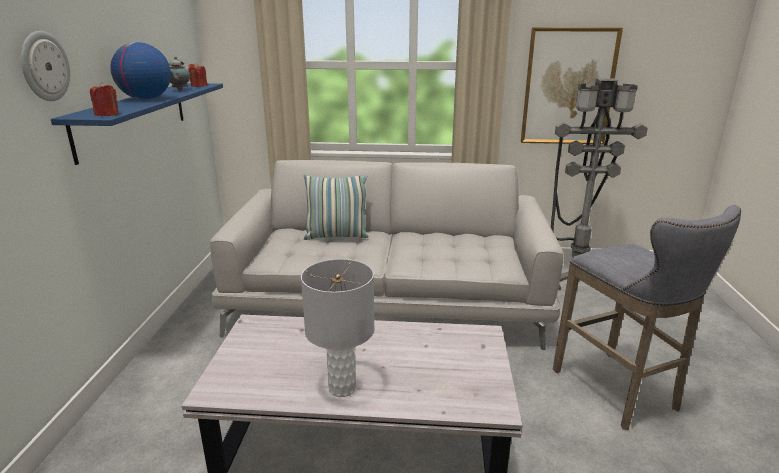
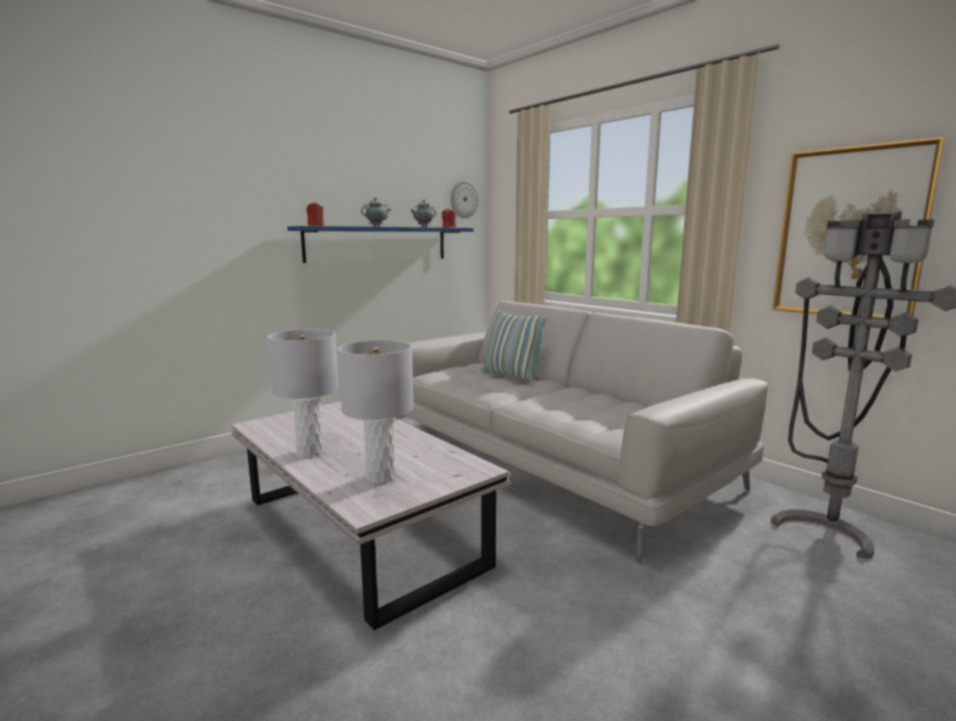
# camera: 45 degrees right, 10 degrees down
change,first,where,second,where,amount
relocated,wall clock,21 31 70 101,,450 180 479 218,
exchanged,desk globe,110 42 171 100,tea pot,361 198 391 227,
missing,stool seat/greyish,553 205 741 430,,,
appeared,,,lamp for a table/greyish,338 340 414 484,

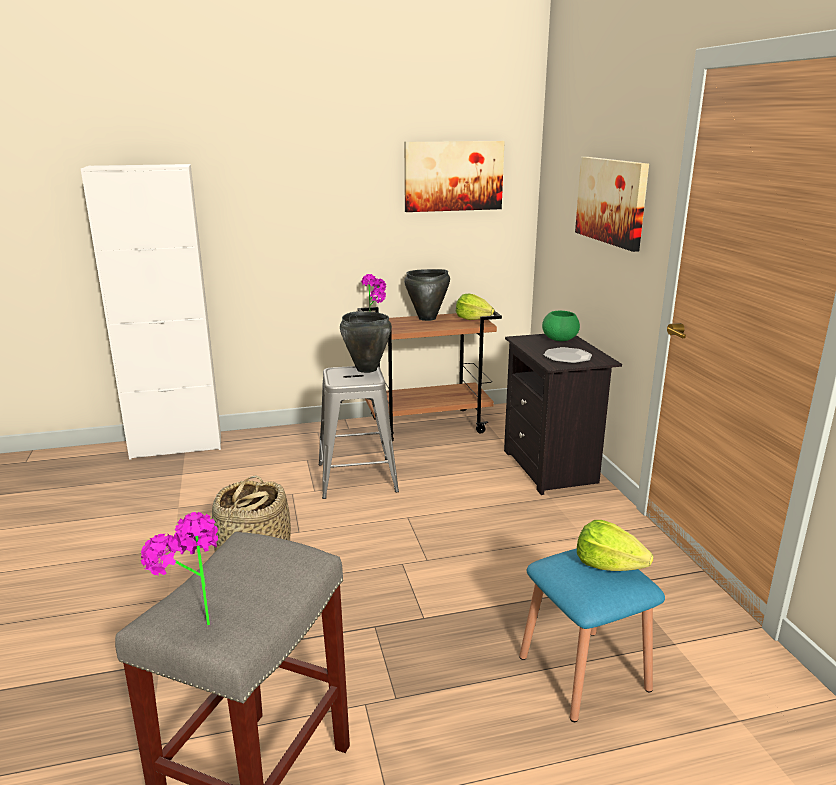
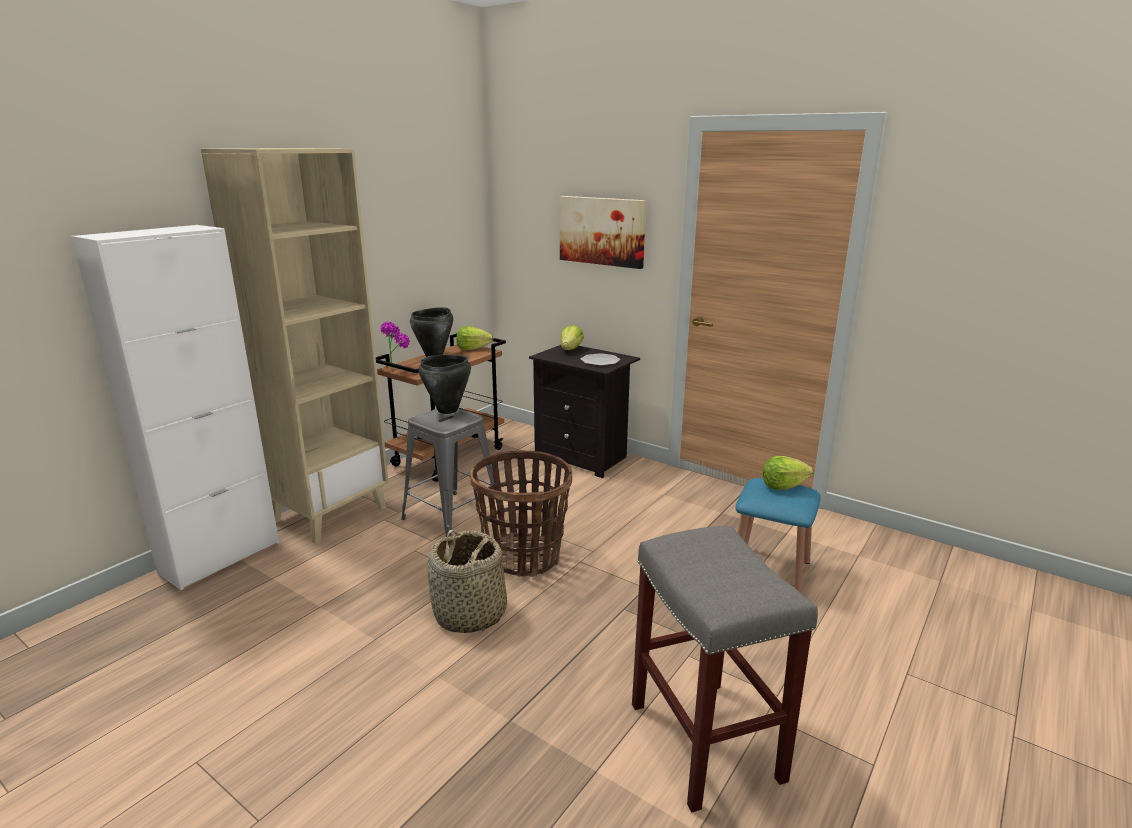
# camera: 40 degrees left, 0 degrees up
change,first,where,second,where,amount
missing,wall picture,404 141 505 212,,,
exchanged,deep dish/greenish,542 311 580 341,head of lettuce,561 325 584 350,
missing,plant in a pot,141 512 218 625,,,
appeared,,,bookshelf/beige-coloured,201 148 389 544,
appeared,,,storage basket,470 450 572 577,

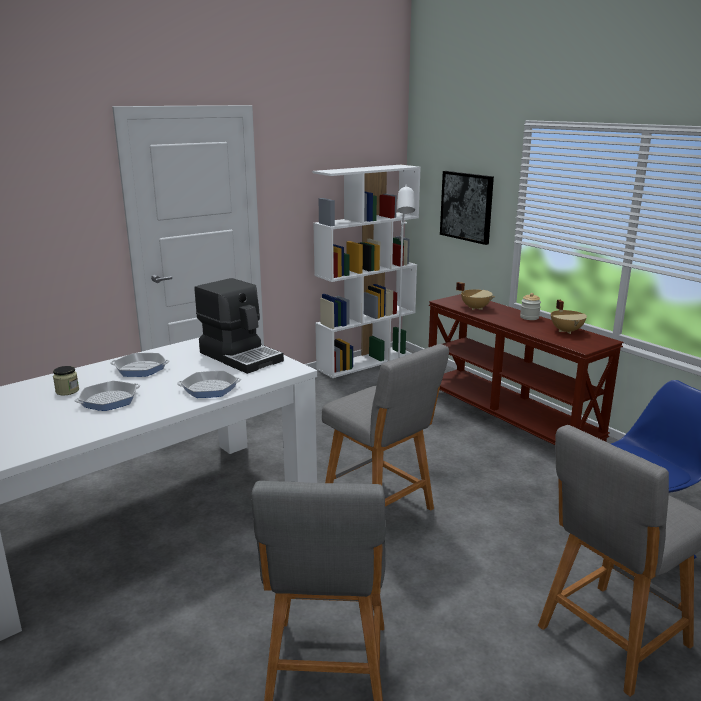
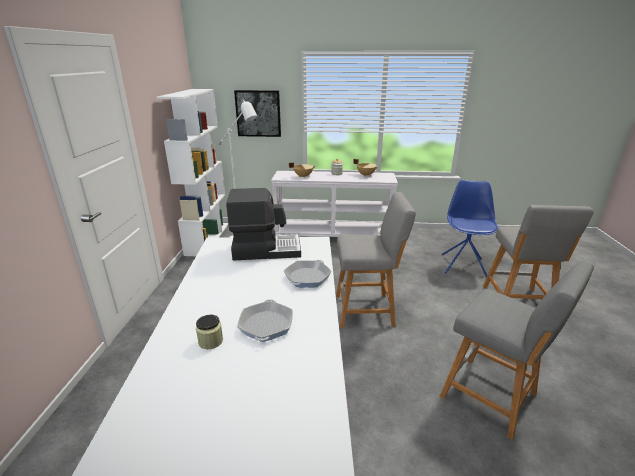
# camera: 50 degrees left, 5 degrees up
change,first,where,second,where,amount
colour,narrow table/brown-coloured,429 294 624 445,narrow table/white,271 171 398 237,
missing,pan,110 353 170 377,,,

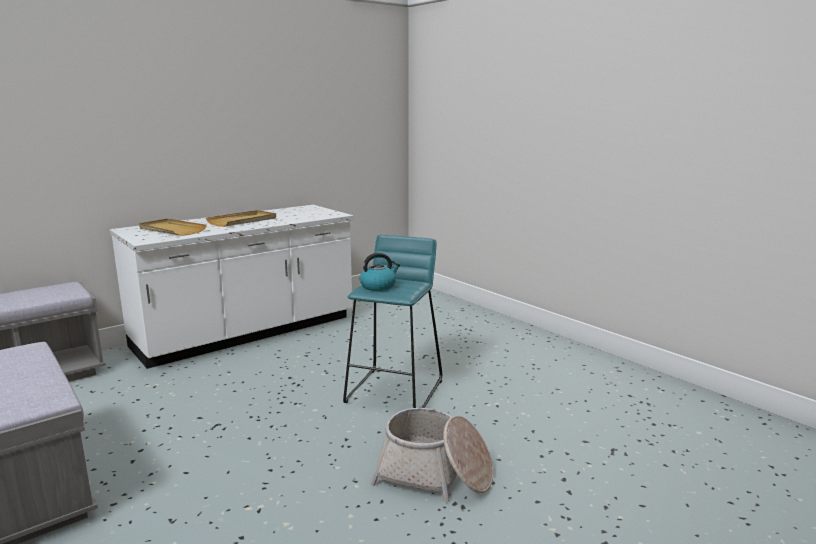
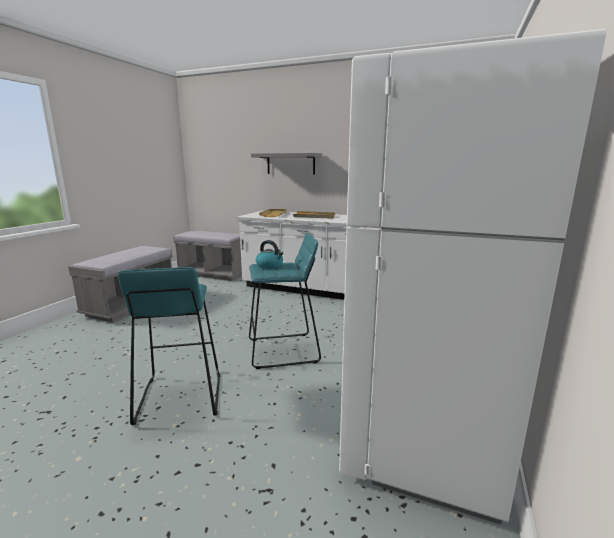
# camera: 60 degrees right, 0 degrees up
change,first,where,second,where,amount
exchanged,storage basket,370 408 494 502,stool seat/blue-green,118 267 220 425,
appeared,,,fridge/white,339 29 606 524,
appeared,,,bracket shelf/greyish,251 153 322 175,

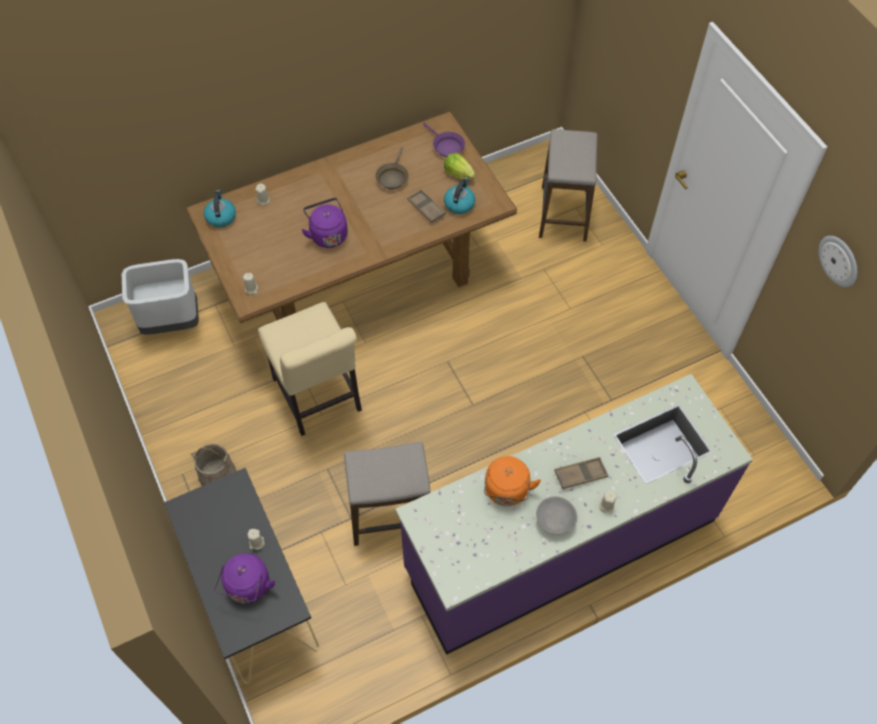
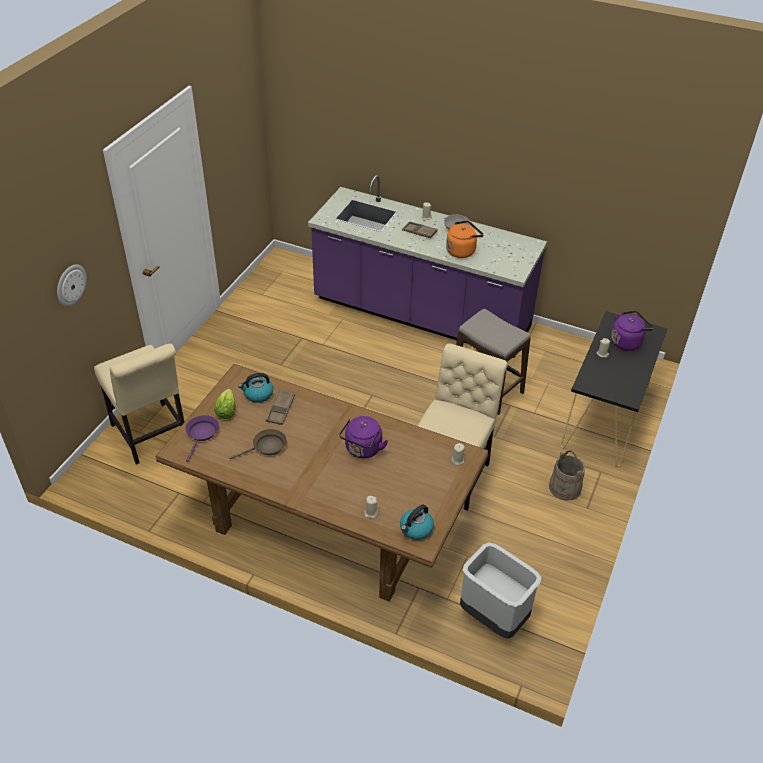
# camera: 130 degrees left, 15 degrees down
change,first,where,second,where,amount
exchanged,stool seat,539 129 597 242,plain chair/beige-coloured,94 344 185 464,
relocated,wall clock,819 236 857 287,,57 264 87 306,

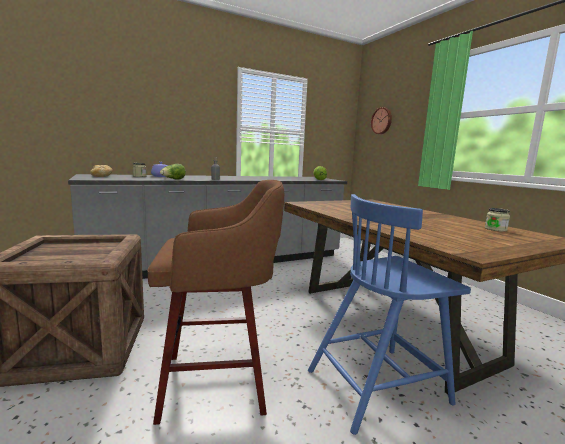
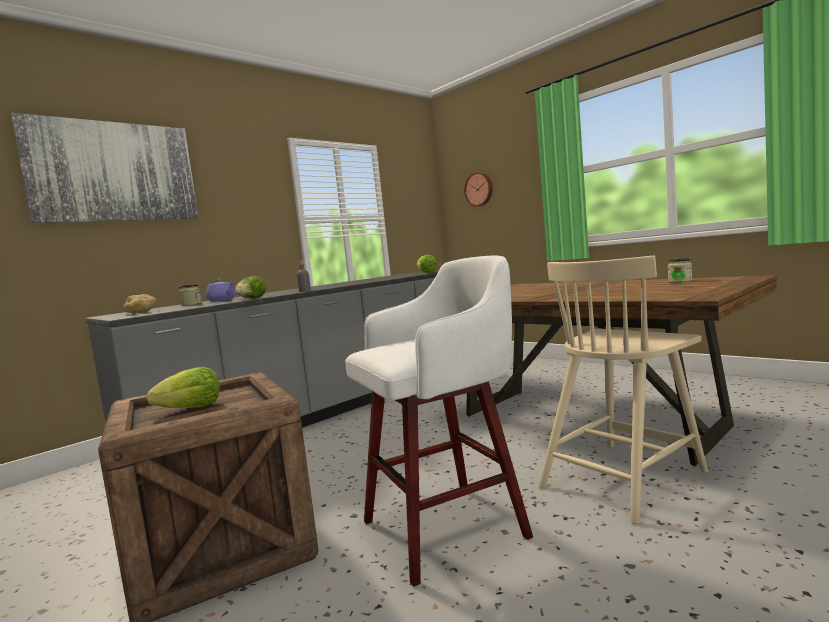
# camera: 15 degrees left, 5 degrees down
change,first,where,second,where,amount
colour,stool seat/brown-coloured,147 180 284 425,stool seat/white,345 256 533 587,
colour,plain chair/bluish,308 194 471 435,plain chair/beige-coloured,539 256 708 524,
appeared,,,wall picture,11 113 198 223,
appeared,,,head of lettuce,146 367 220 408,

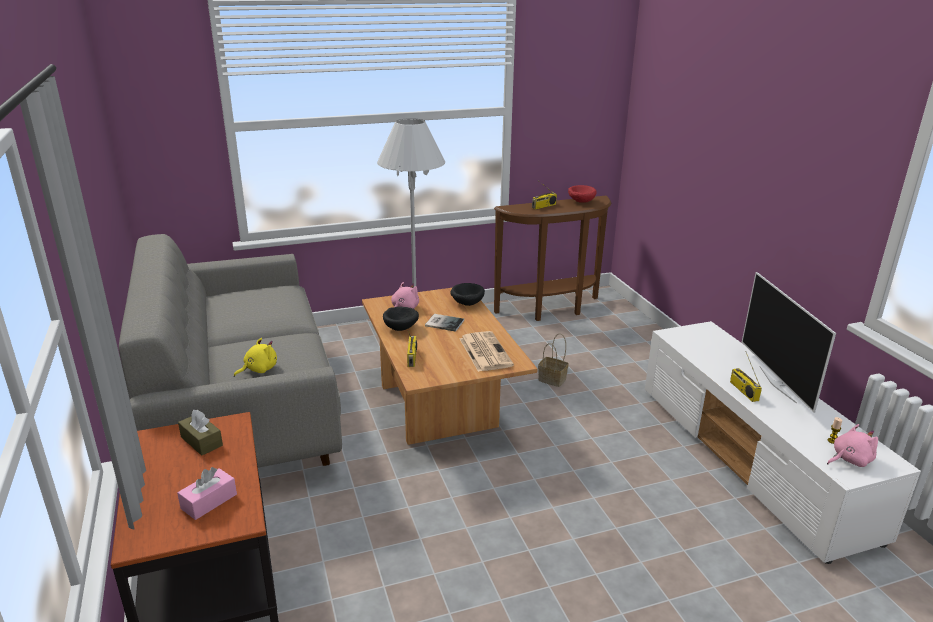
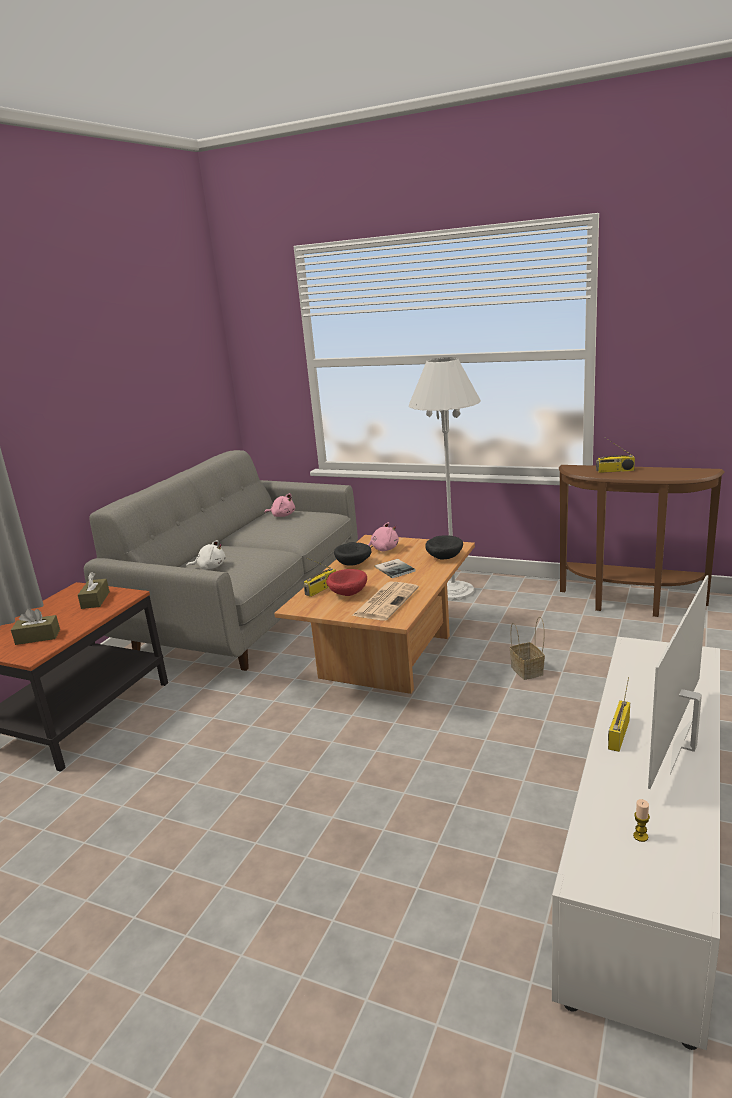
# camera: 45 degrees right, 5 degrees down
change,first,where,second,where,amount
relocated,deep dish/reddish,568 185 597 203,,326 569 367 596,
colour,cuddly toy/yellow-coloured,234 338 277 377,cuddly toy/white,186 540 226 569,
relocated,cuddly toy/pinkish,827 424 878 467,,264 493 295 517,
colour,box of tissues/pinkish,177 467 237 520,box of tissues/brown-coloured,11 608 60 645,

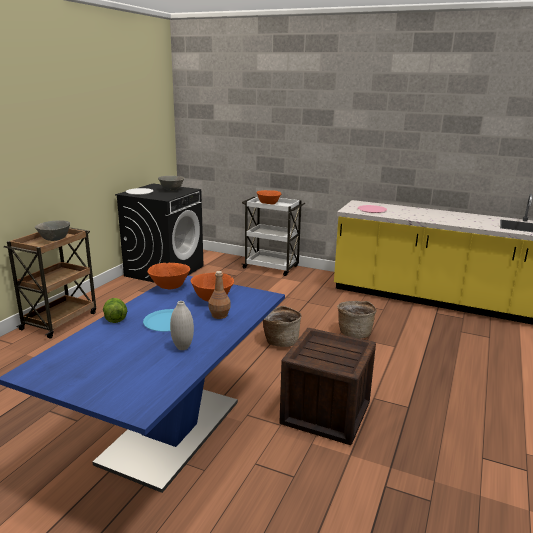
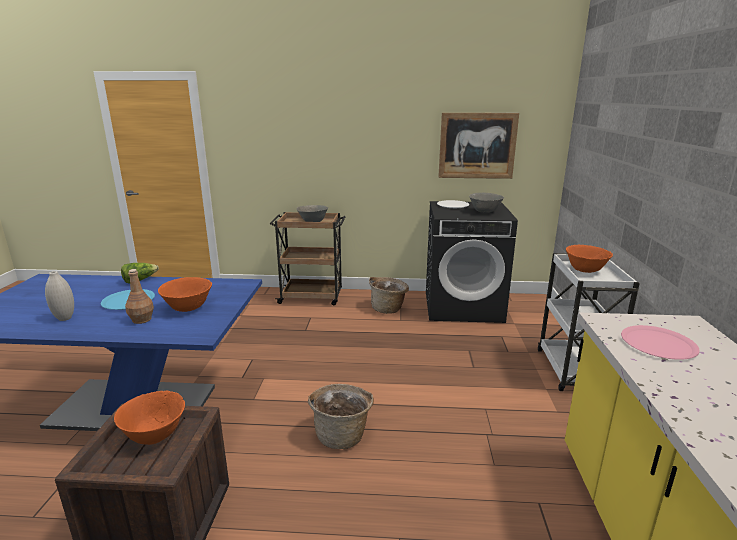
# camera: 70 degrees right, 0 degrees up
change,first,where,second,where,amount
relocated,deep dish/orange-coloured,147 263 190 289,,114 391 185 445,
relocated,storage basket,337 301 376 339,,369 277 409 314,
appeared,,,wall picture,438 113 519 179,

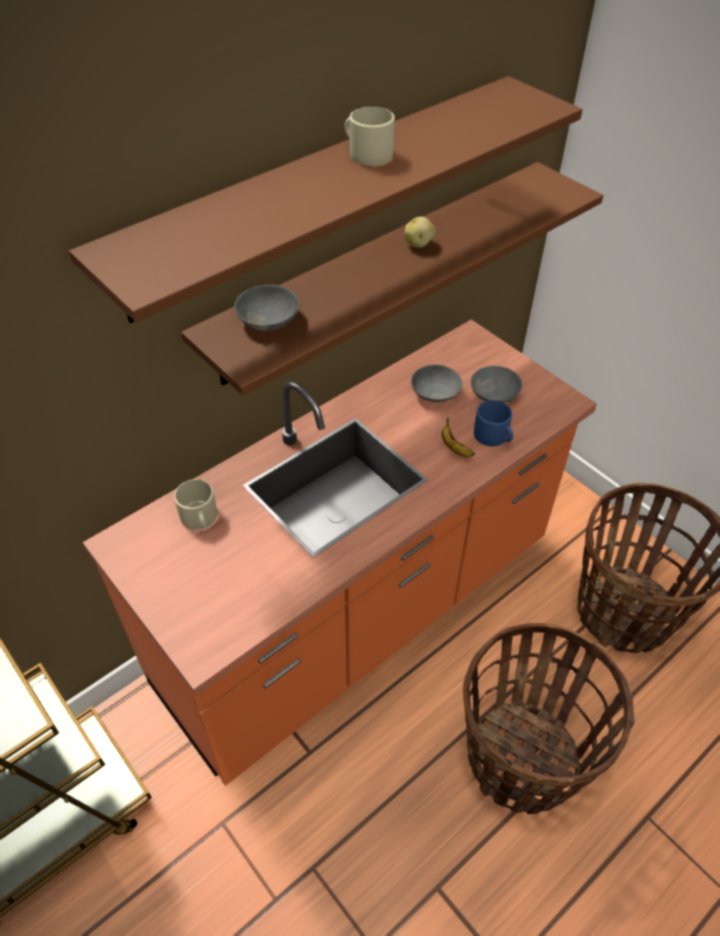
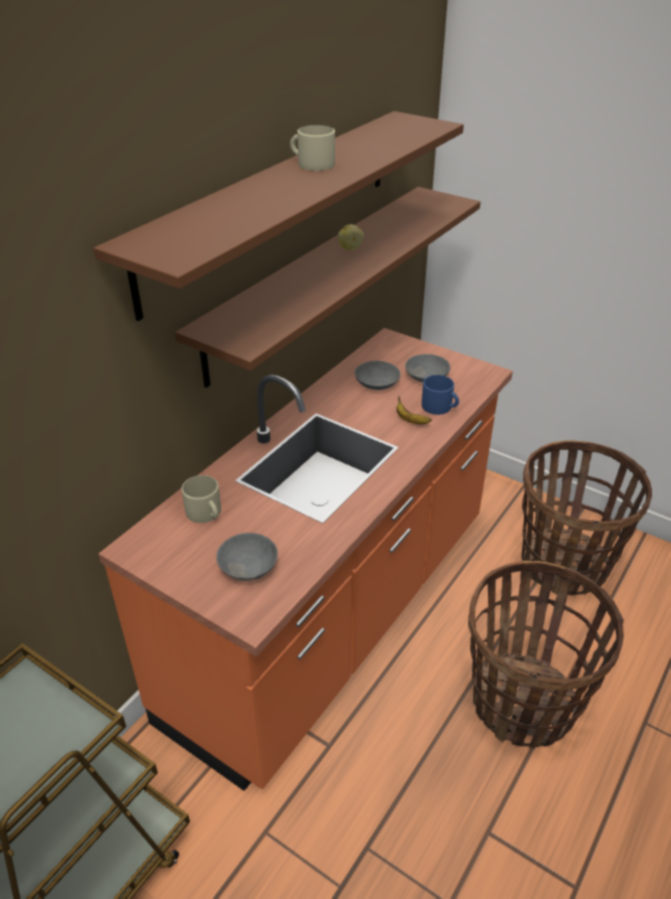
# camera: 15 degrees left, 10 degrees down
change,first,where,second,where,amount
relocated,deep dish/greyish,234 285 300 331,,216 533 278 581,

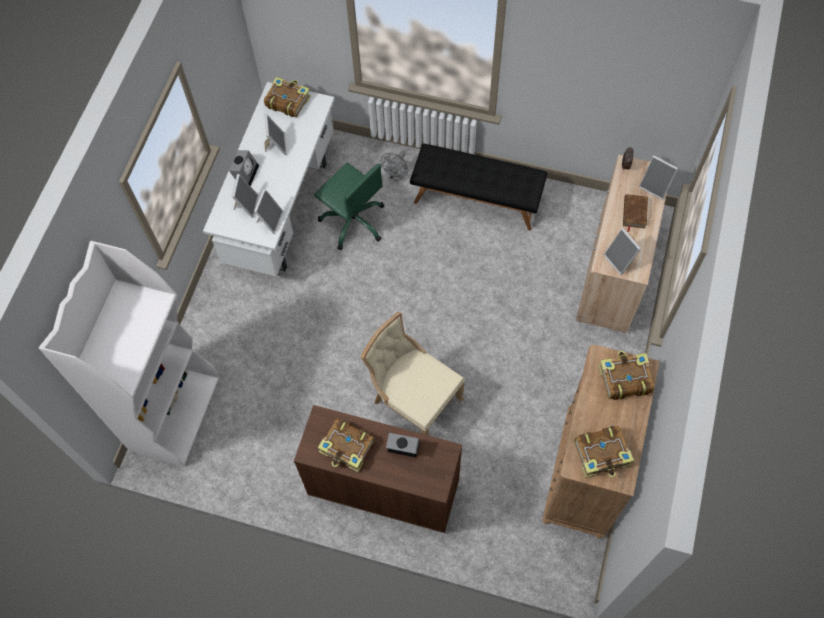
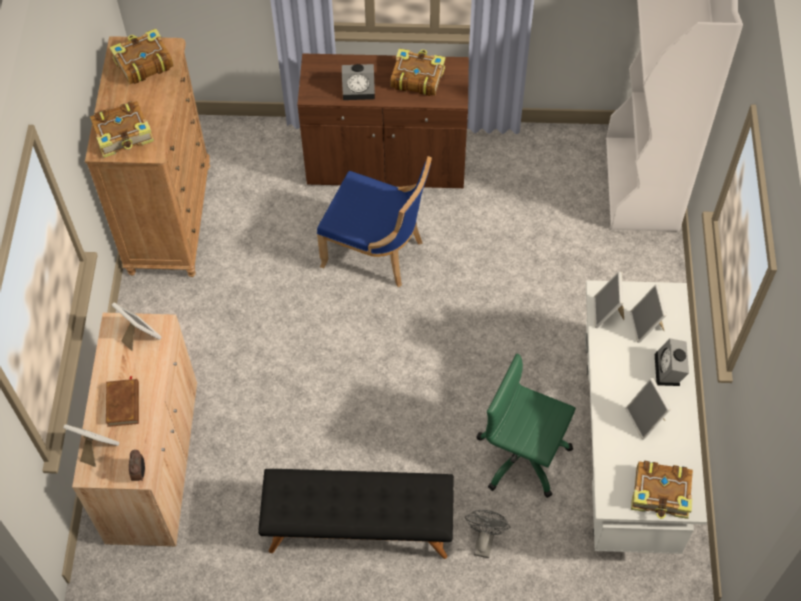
# camera: 165 degrees right, 5 degrees down
change,first,where,second,where,amount
colour,plain chair/beige-coloured,360 311 465 436,plain chair/bluish,317 156 432 287,

